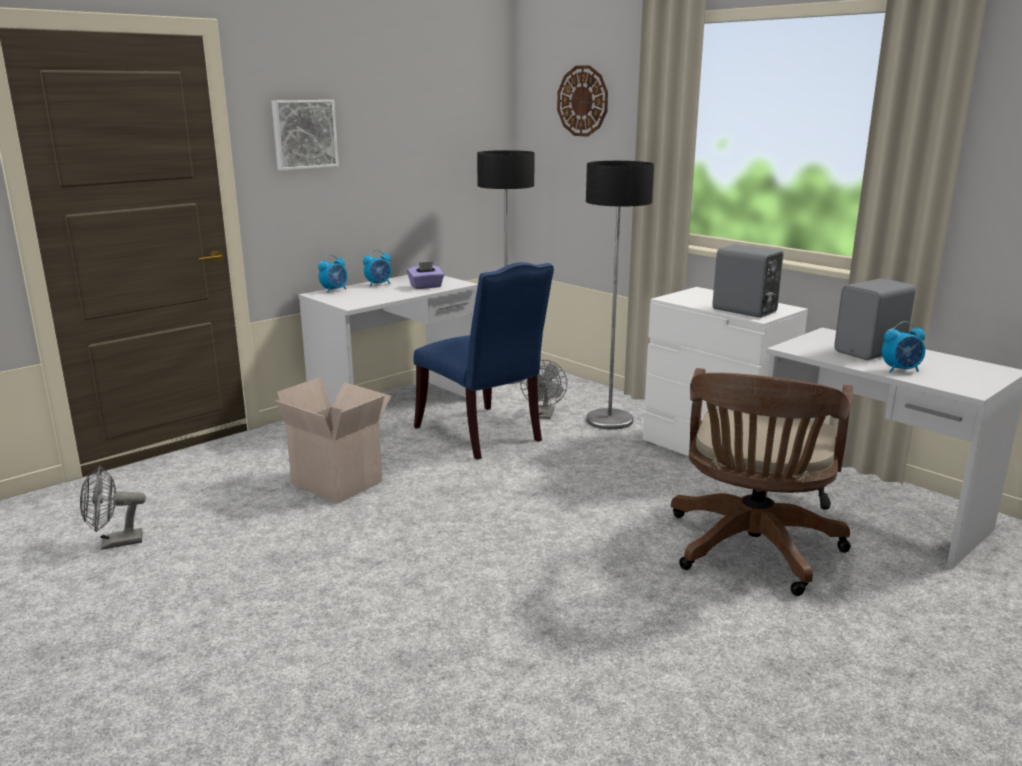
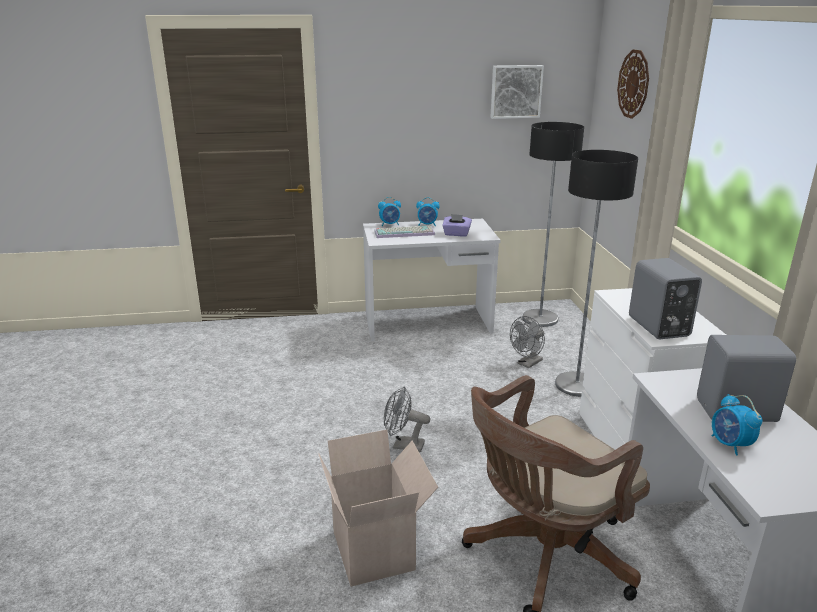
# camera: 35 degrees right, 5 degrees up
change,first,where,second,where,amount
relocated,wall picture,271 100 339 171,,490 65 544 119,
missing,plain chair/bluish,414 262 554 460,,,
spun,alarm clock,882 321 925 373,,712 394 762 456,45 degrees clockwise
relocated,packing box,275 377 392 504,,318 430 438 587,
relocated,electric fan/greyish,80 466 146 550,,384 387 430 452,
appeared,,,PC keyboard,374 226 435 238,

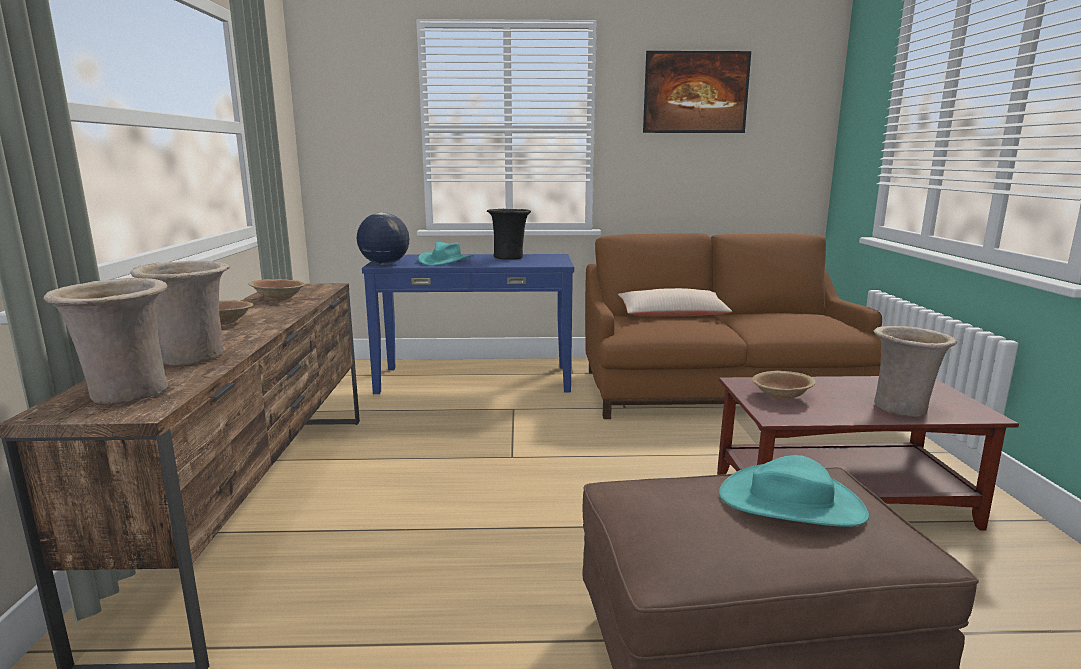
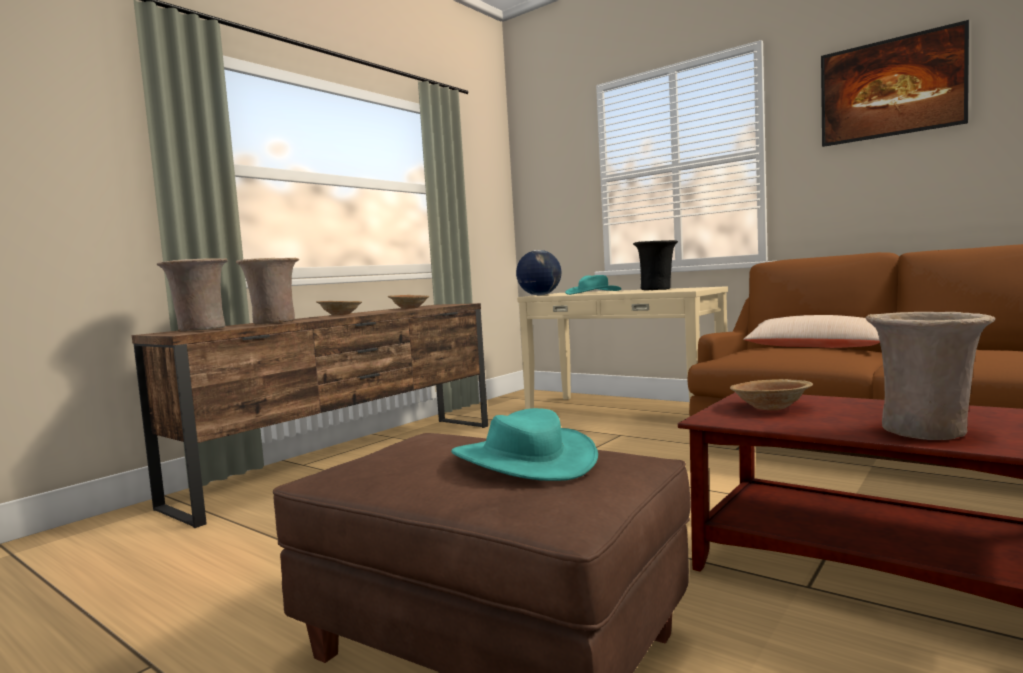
# camera: 40 degrees right, 10 degrees down
change,first,where,second,where,amount
colour,narrow table/bluish,362 254 574 394,narrow table/beige-coloured,517 286 728 409,

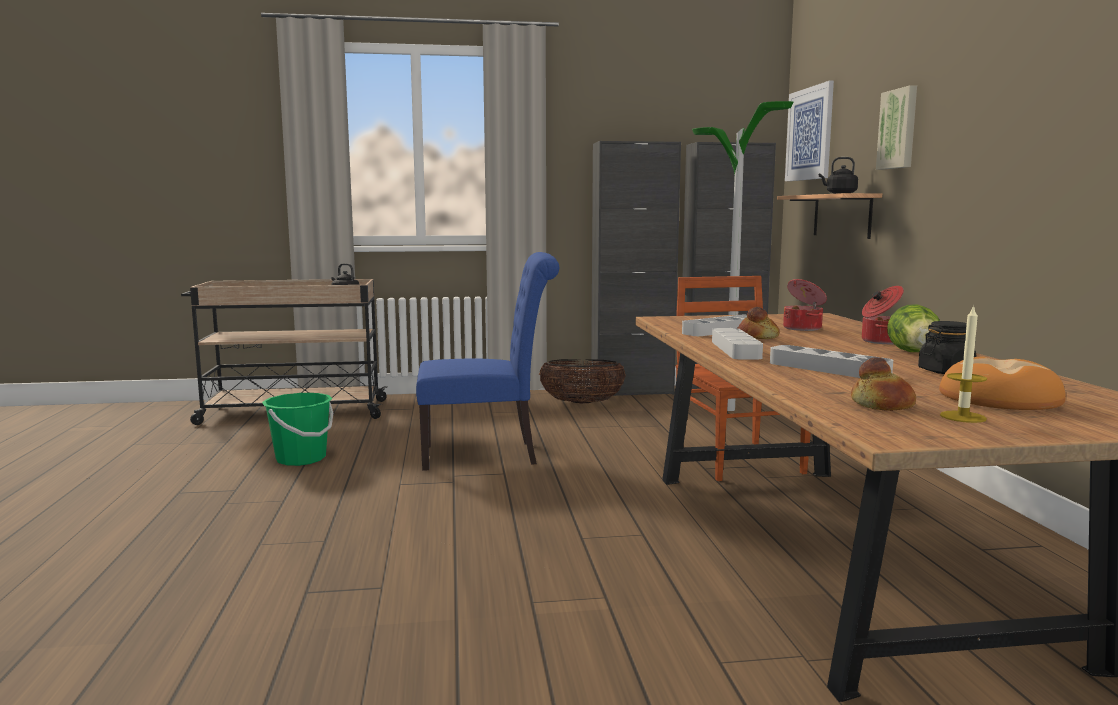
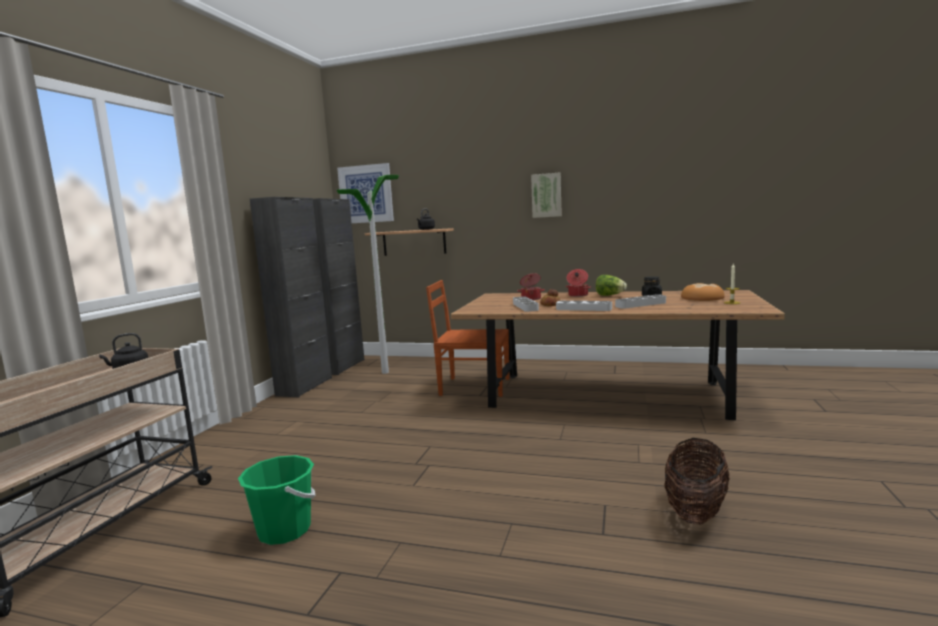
# camera: 65 degrees left, 0 degrees up
change,first,where,second,where,amount
relocated,wall picture,876 85 917 170,,531 172 562 218,
missing,plain chair/bluish,416 252 559 471,,,
missing,bread,851 357 916 411,,,
relocated,storage basket,539 359 626 403,,664 438 730 524,

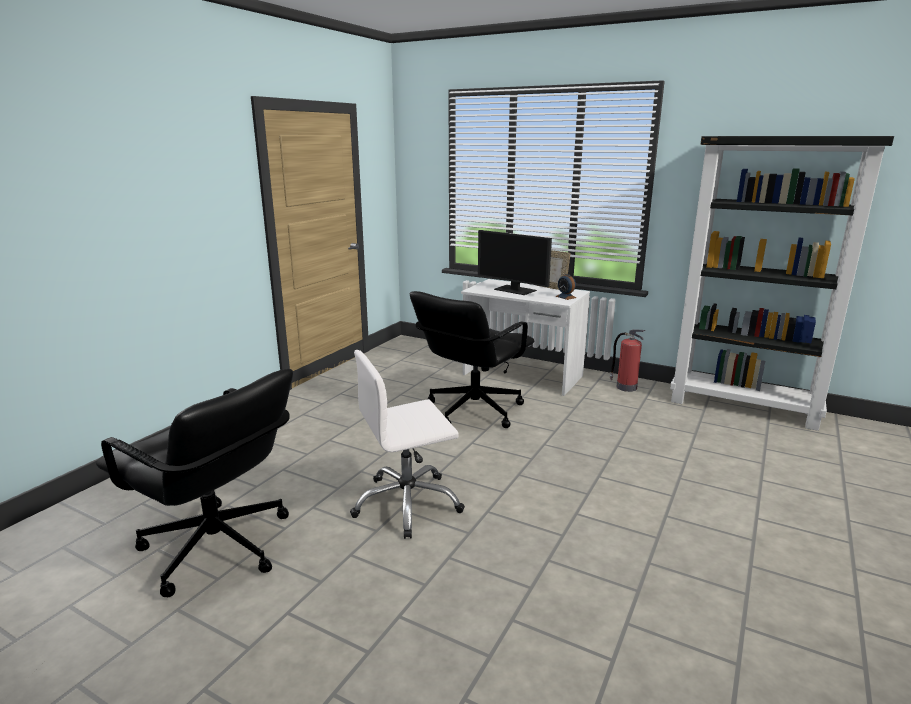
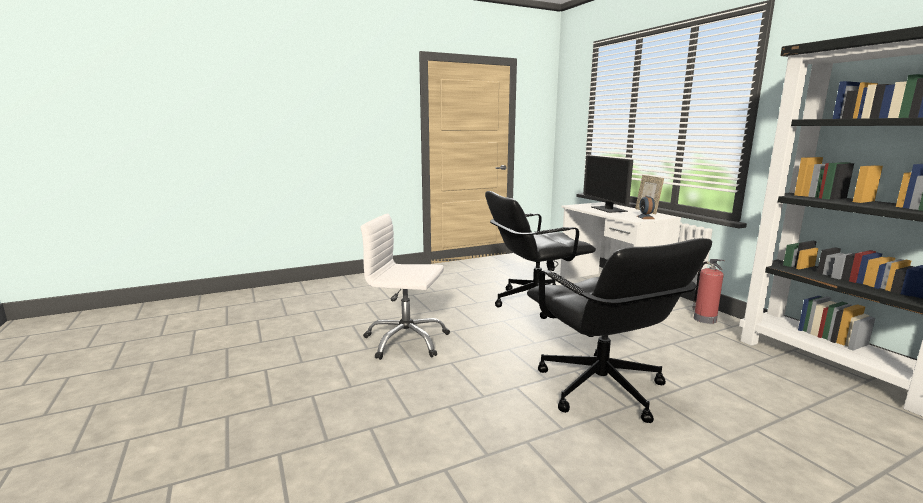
# camera: 35 degrees right, 5 degrees down
change,first,where,second,where,amount
relocated,office chair/black,96 369 293 597,,527 238 712 423,

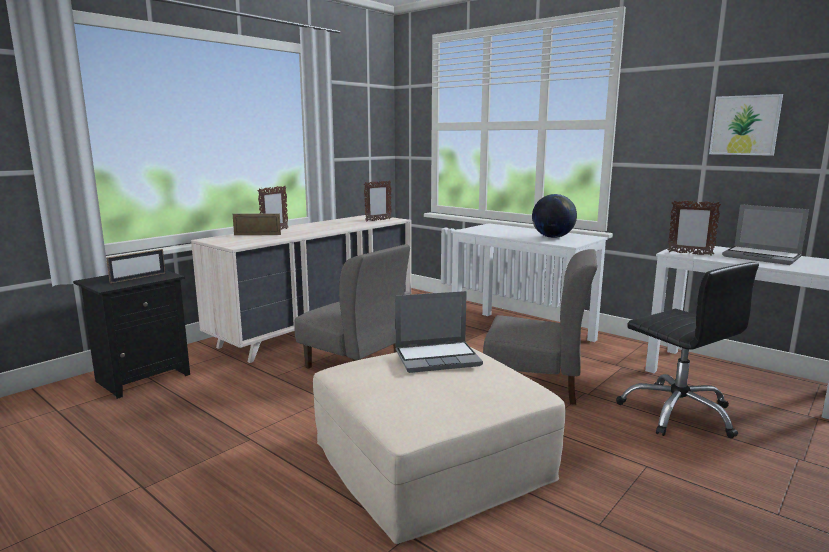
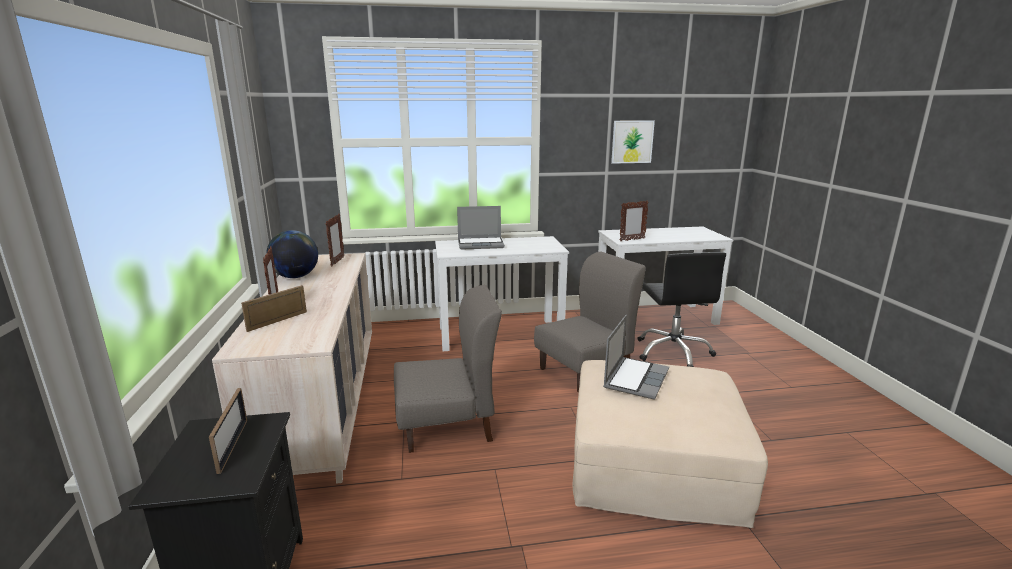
# camera: 50 degrees left, 5 degrees up
change,first,where,second,where,amount
relocated,desk globe,532 194 577 238,,266 230 318 278,
relocated,laptop,722 204 809 265,,457 206 505 250,
spun,office chair/black,616 262 759 438,,637 252 726 367,75 degrees clockwise

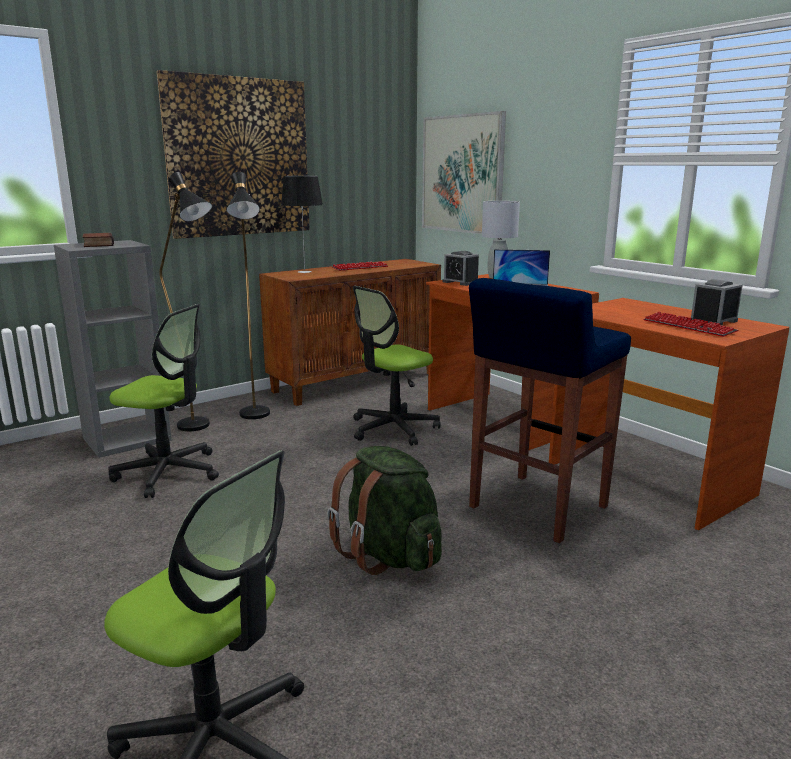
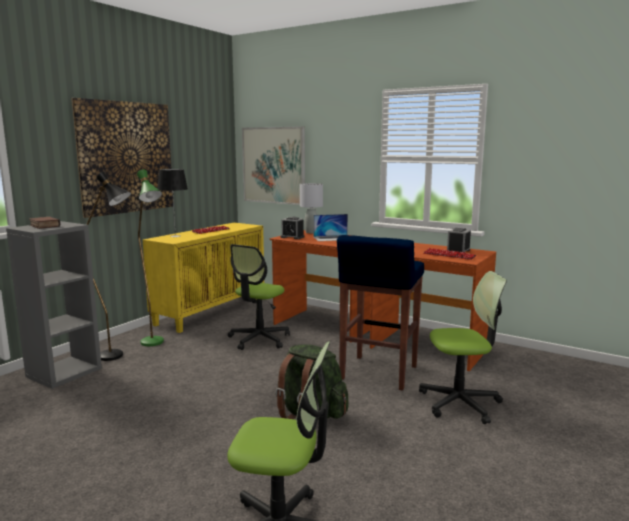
# camera: 20 degrees left, 5 degrees down
change,first,where,second,where,amount
colour,floor lamp/black,226 172 270 419,floor lamp/greenish,137 169 164 346,
colour,cabinet/brown-coloured,259 259 441 406,cabinet/yellow-coloured,143 223 264 333,
relocated,office chair,108 304 219 498,,419 271 507 424,

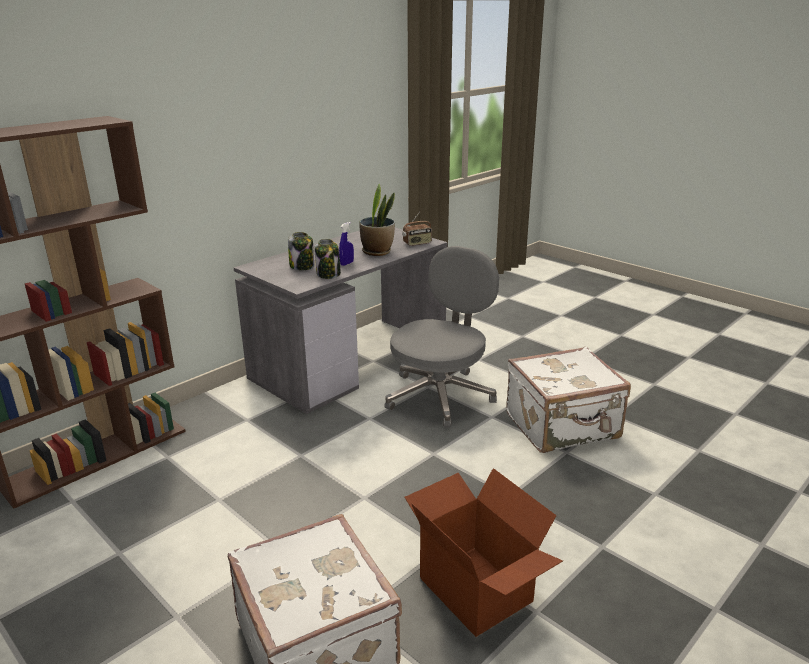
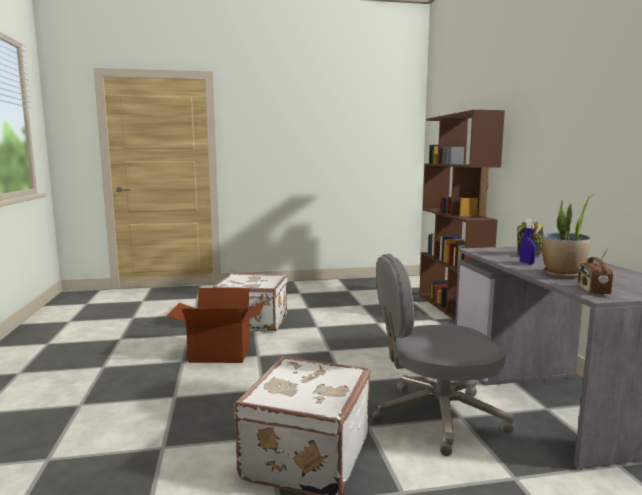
# camera: 125 degrees right, 15 degrees down
change,first,where,second,where,amount
missing,preserve jar,314 239 341 279,,,
spun,office chair/greyish,384 246 499 427,,373 254 514 456,105 degrees clockwise

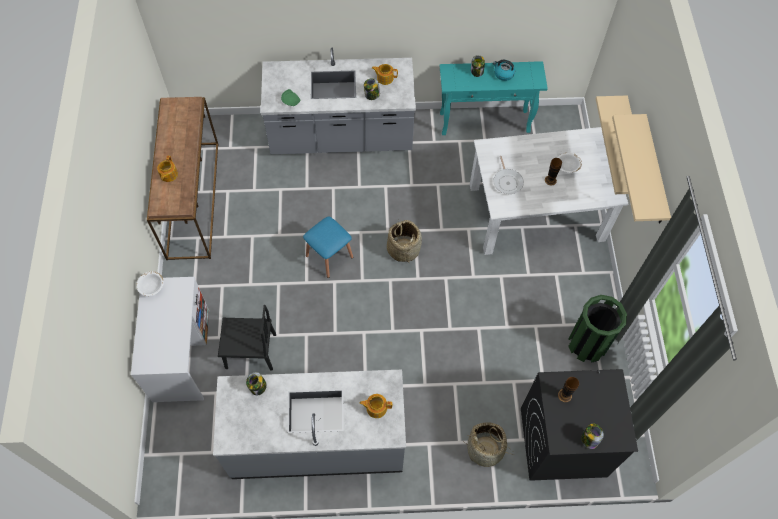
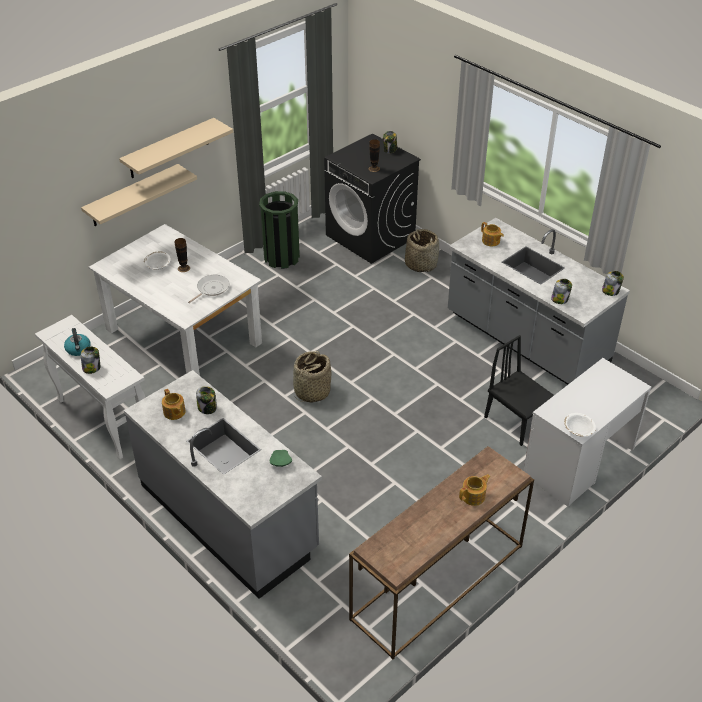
# camera: 130 degrees left, 20 degrees down
change,first,where,second,where,amount
colour,narrow table/blue-green,440 61 548 135,narrow table/white,35 315 146 460,
missing,stool seat/bluish,303 216 353 278,,,
appeared,,,preserve jar,602 271 624 296,

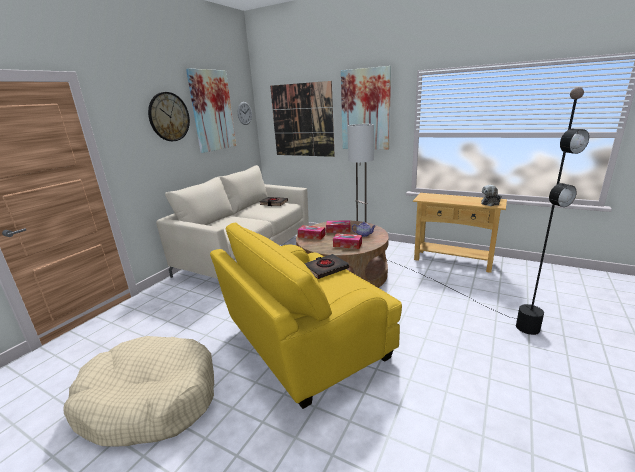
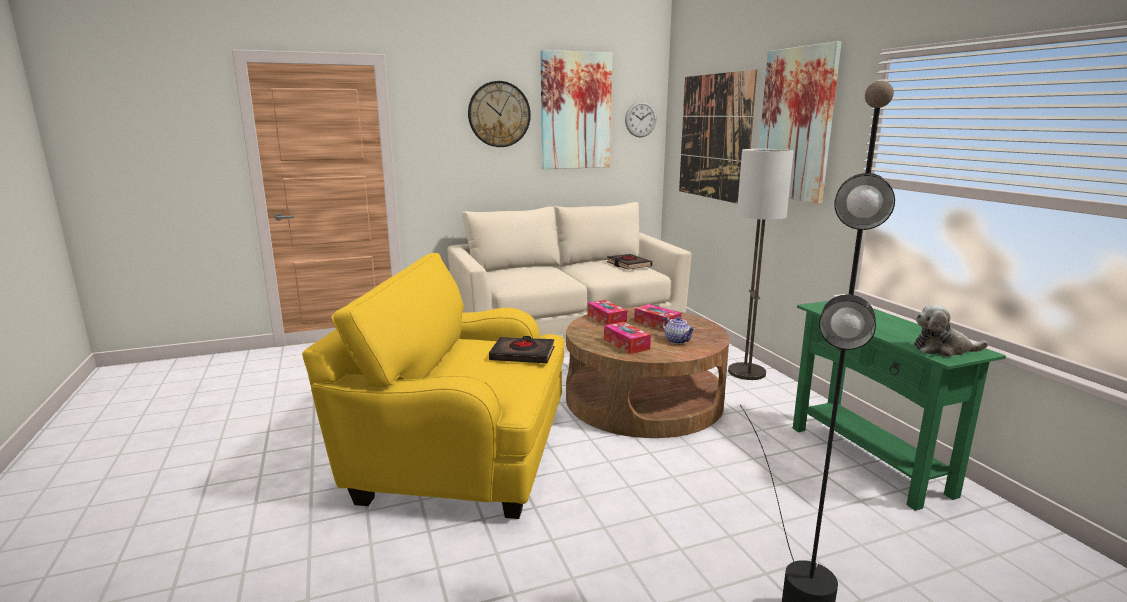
# camera: 40 degrees right, 5 degrees down
change,first,where,second,where,amount
colour,narrow table/beige-coloured,413 193 507 273,narrow table/greenish,793 301 1006 511,
missing,dog cushion/beige-coloured,63 336 214 447,,,

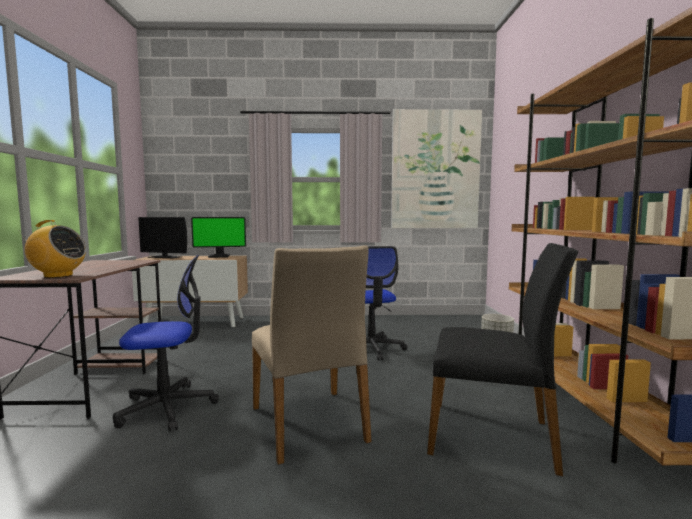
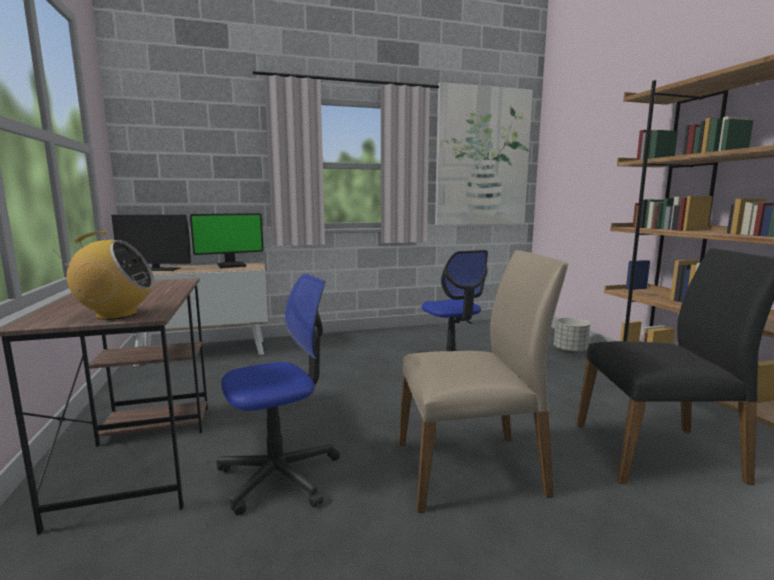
# camera: 15 degrees left, 5 degrees up
change,first,where,second,where,amount
spun,plain chair/beige-coloured,252 245 371 465,,399 250 568 513,60 degrees counterclockwise

